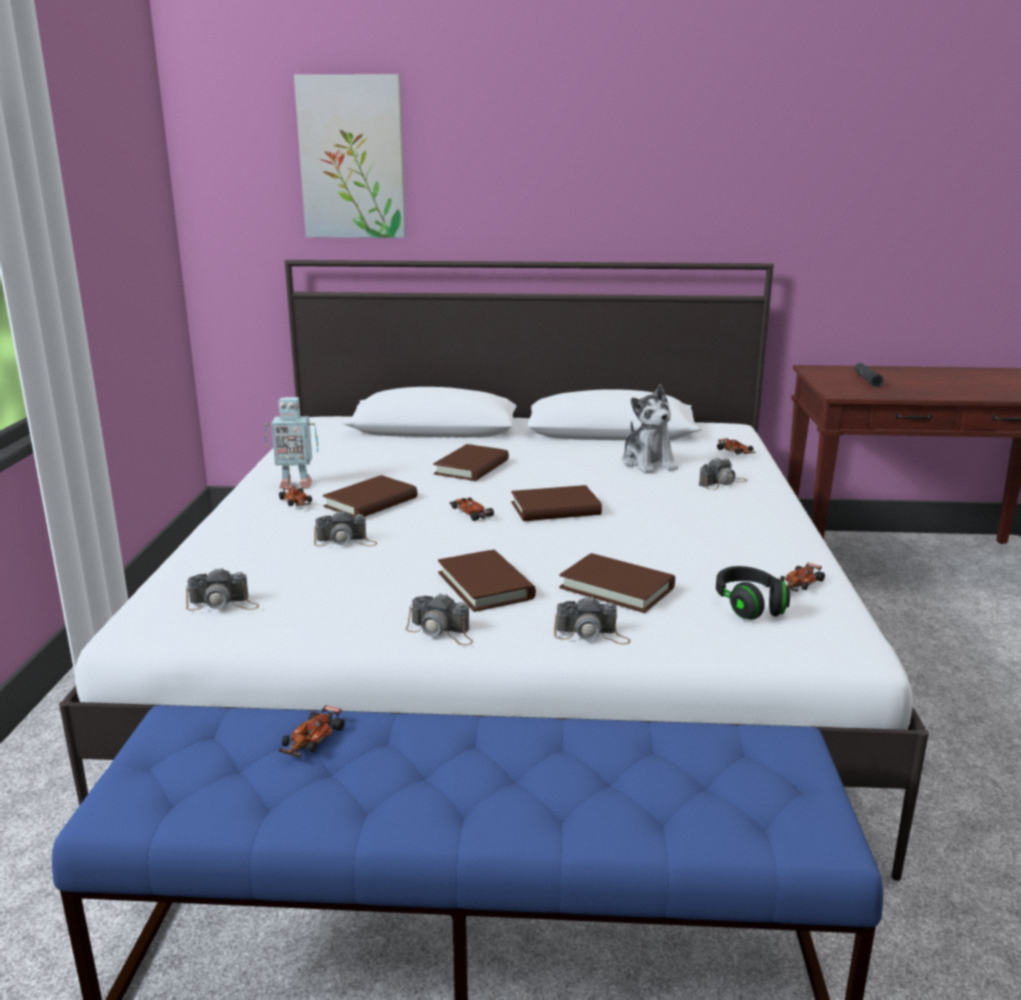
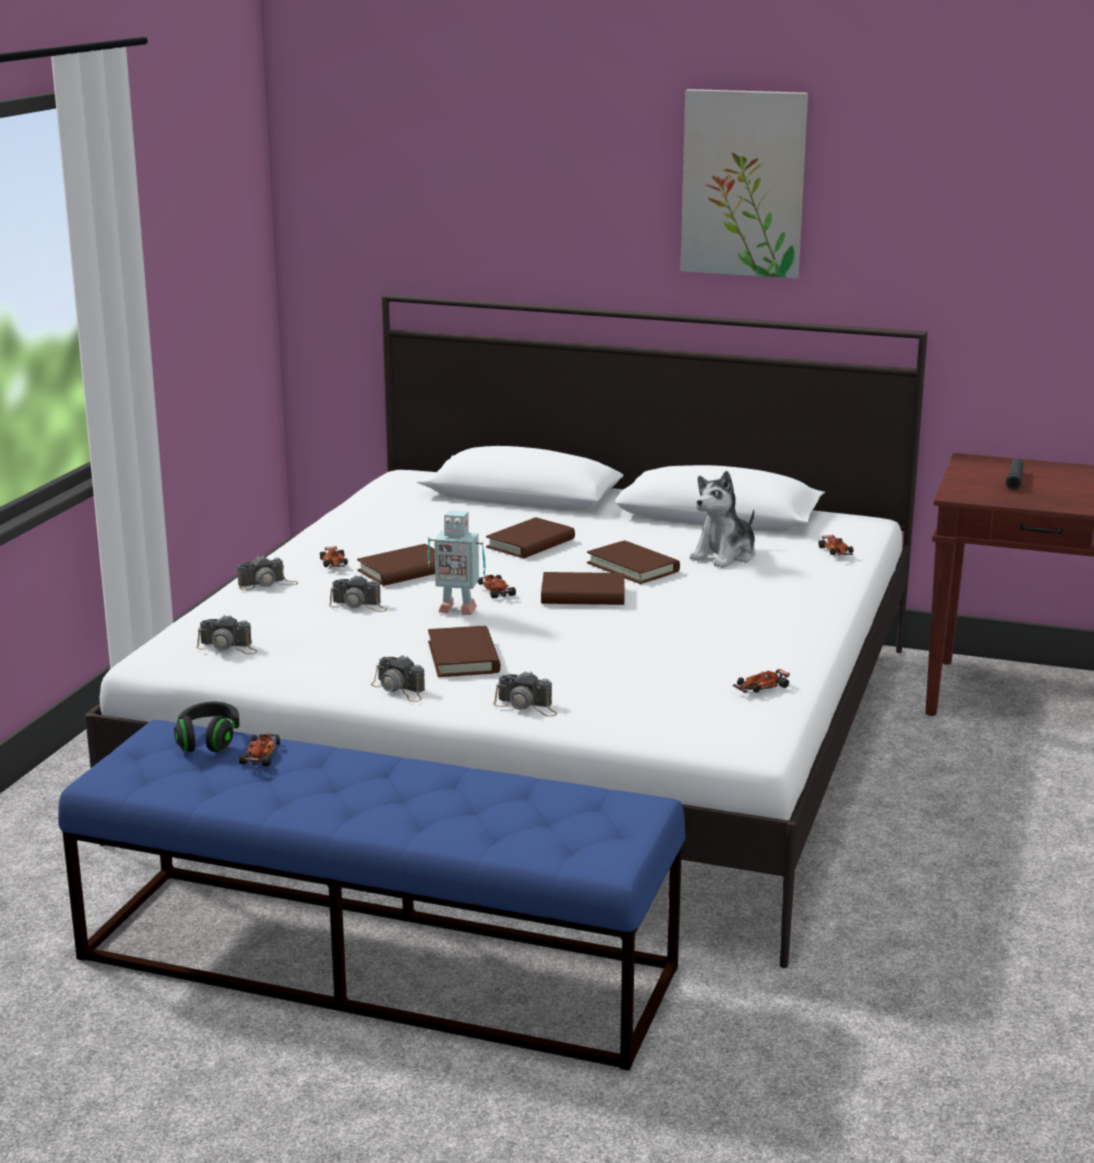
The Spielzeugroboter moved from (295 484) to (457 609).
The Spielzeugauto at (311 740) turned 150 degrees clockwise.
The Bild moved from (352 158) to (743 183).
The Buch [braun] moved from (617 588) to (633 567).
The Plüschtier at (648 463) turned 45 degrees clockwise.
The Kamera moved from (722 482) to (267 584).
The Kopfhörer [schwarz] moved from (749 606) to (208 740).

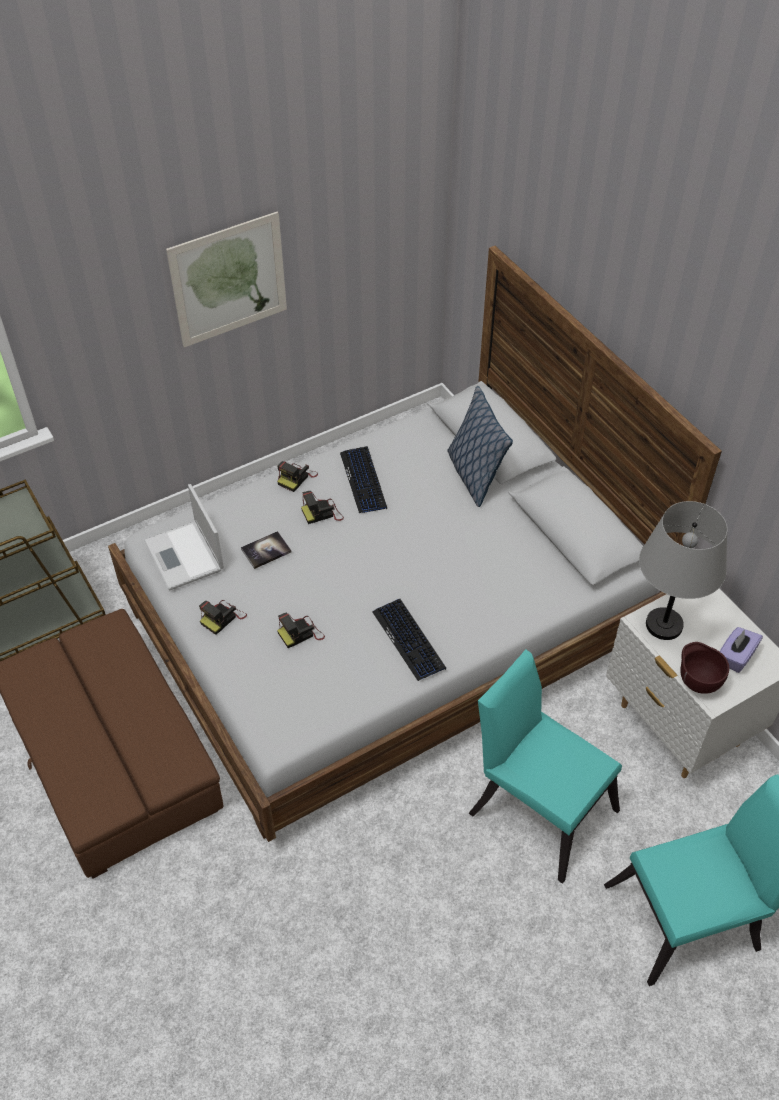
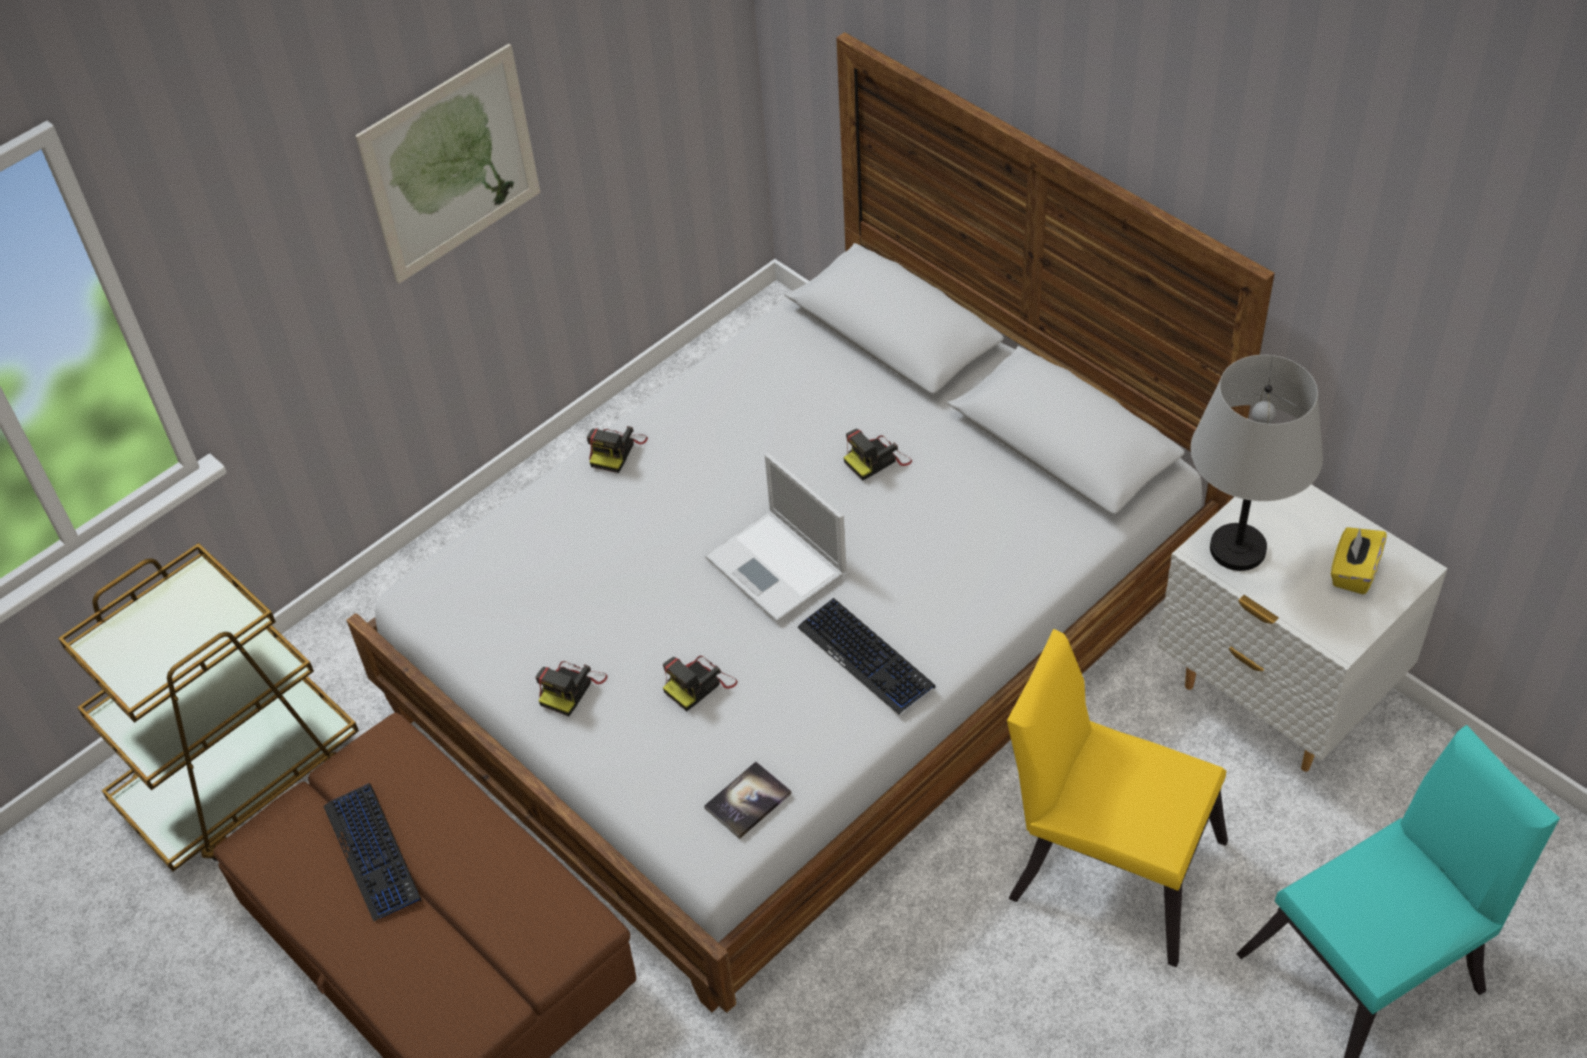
The Laptop moved from (185 556) to (778 567).
The Buch moved from (266 551) to (748 801).
The Kamera moved from (322 513) to (877 459).
The Tastatur moved from (363 480) to (373 853).
The Kissen at (474 475) disappeared.
The Stuhl [türkis] at (537 804) became the Stuhl [gelb] at (1105 861).
The Schüssel [braun] at (697 681) disappeared.
The Taschentuchbox [lila] at (735 657) became the Taschentuchbox [gelb] at (1353 572).

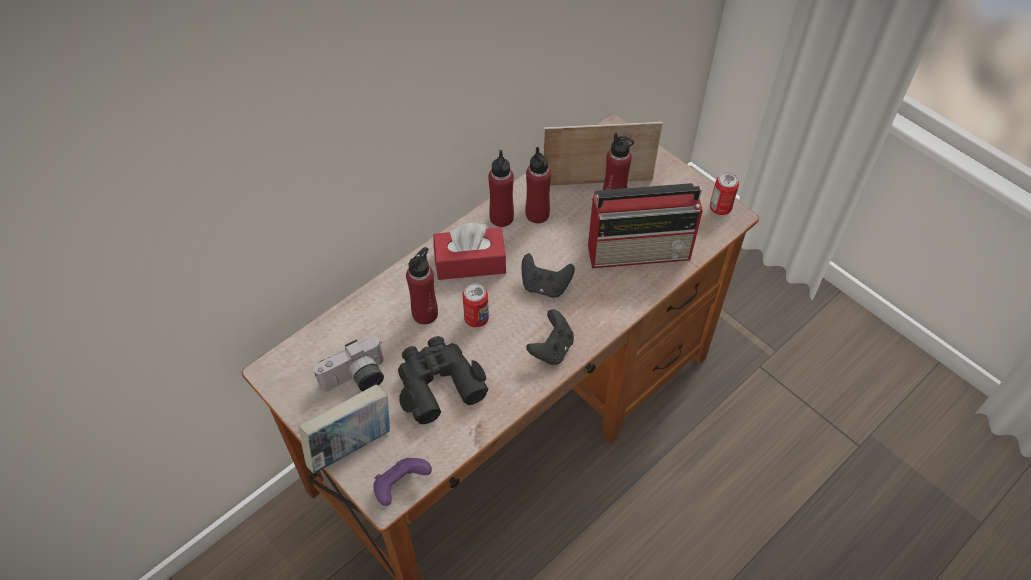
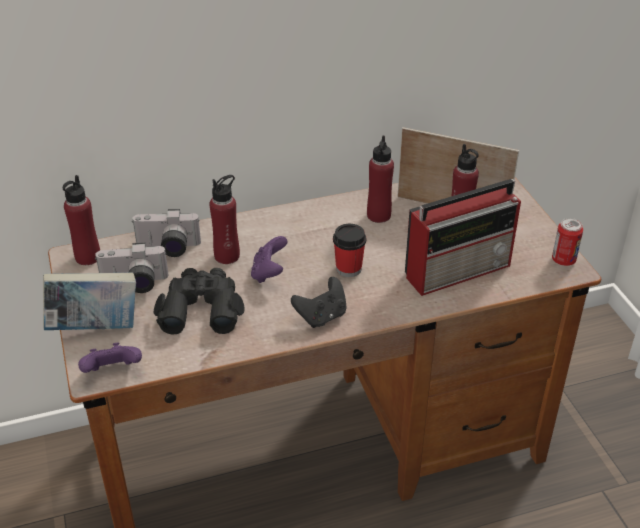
The Taschentuchbox [rot] at (470 262) disappeared.
The Dose at (476 319) was replaced by the Gamepad [lila] at (269 273).
The Flasche [rot] moved from (501 218) to (88 257).
The Gamepad [schwarz] at (545 286) was replaced by the Tasse at (348 269).
The Radio at (641 251) turned 45 degrees counterclockwise.
The Kamera at (168 248) appeared.

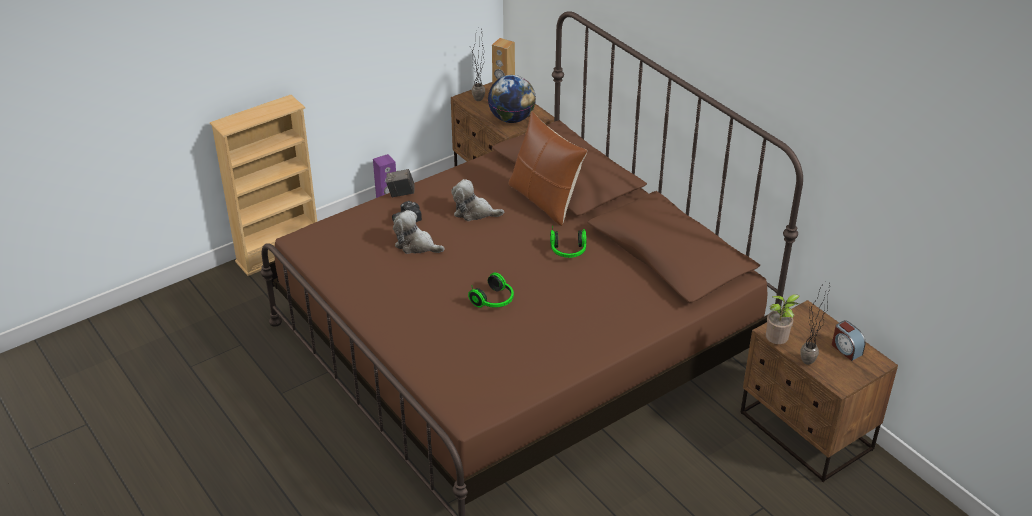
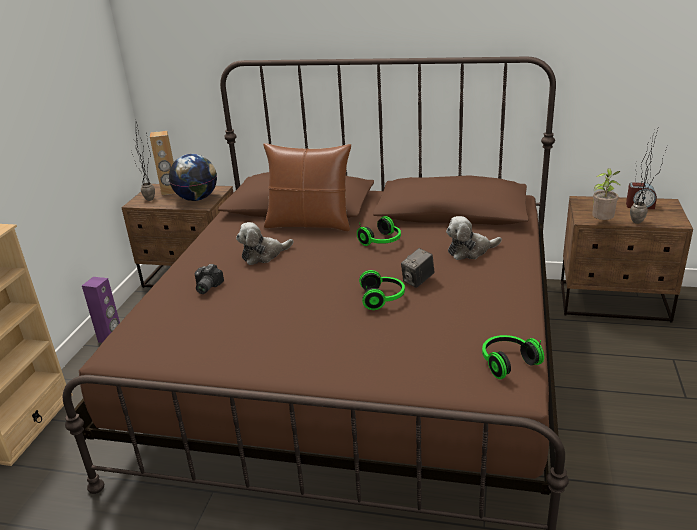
The Kamera moved from (401 193) to (418 281).
The Plüschtier moved from (416 245) to (470 251).
The Kopfhörer at (507 362) appeared.

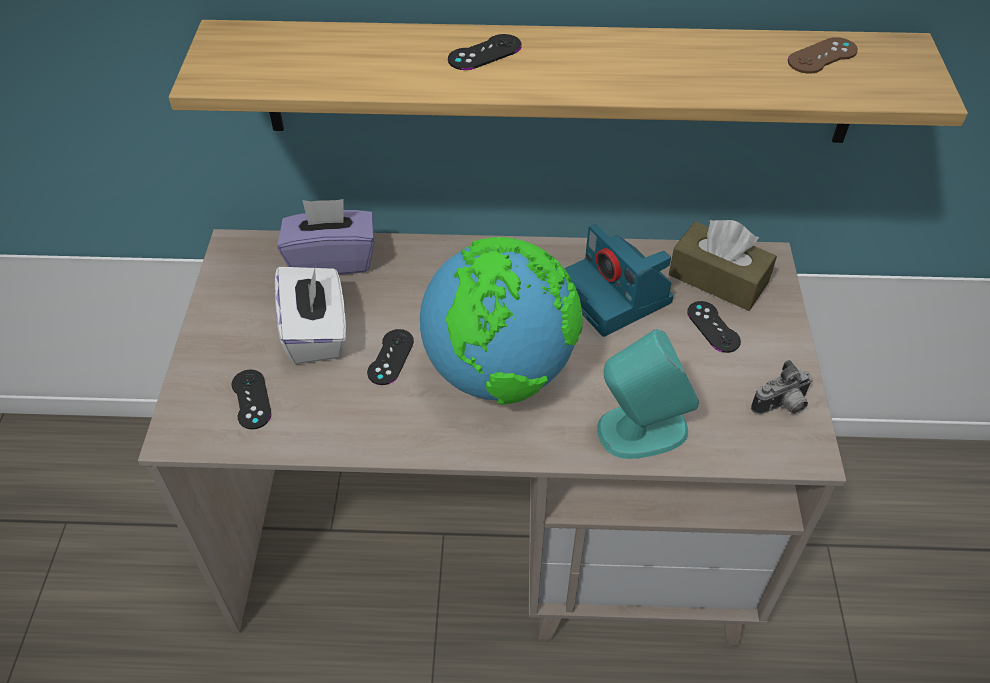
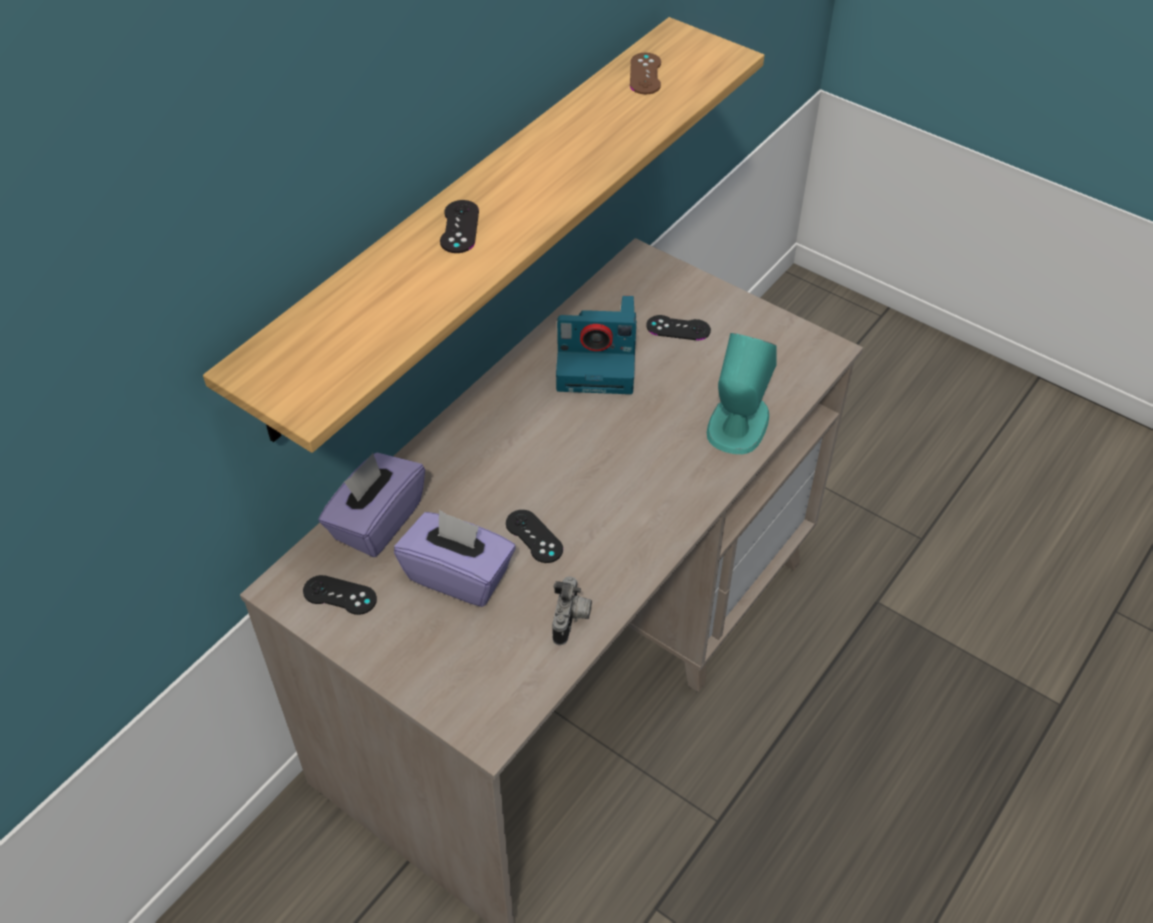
The Gamepad [schwarz] moved from (251 399) to (340 595).
The Taschentuchbox [weiß] at (316 333) became the Taschentuchbox [lila] at (459 575).
The Globus at (500 372) disappeared.
The Taschentuchbox [braun] at (718 279) disappeared.
The Kamera moved from (781 406) to (572 620).

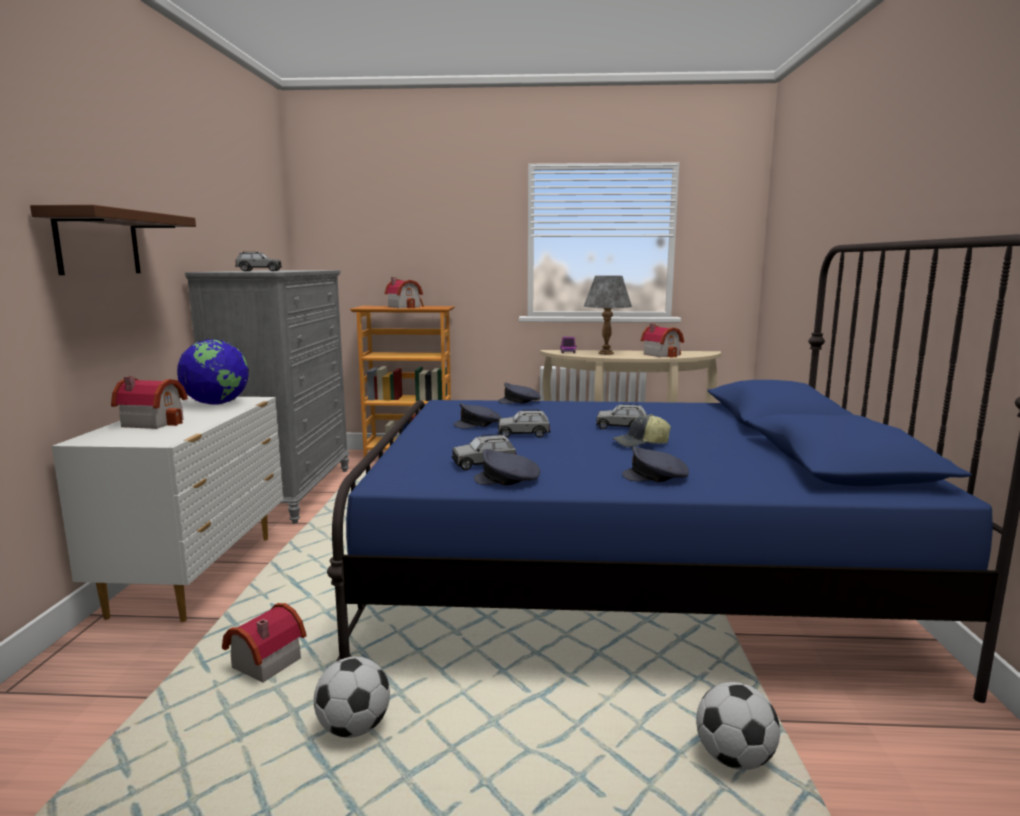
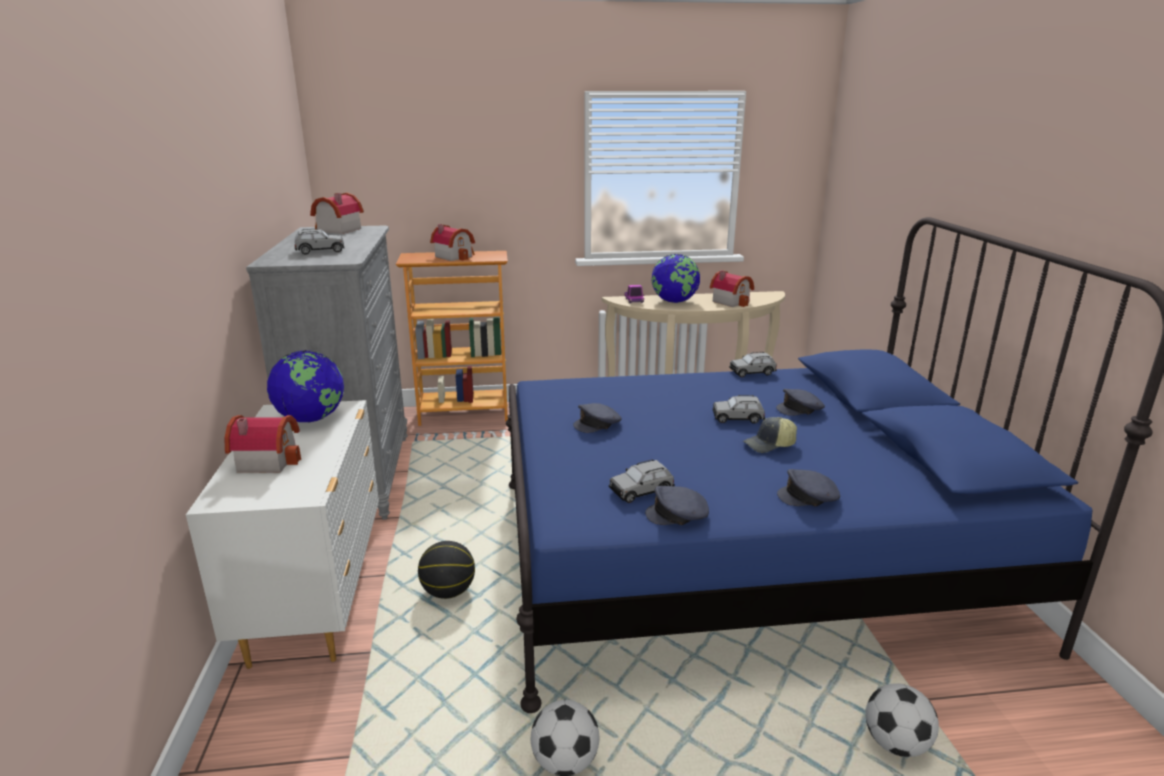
The Wandregal [braun] at (98 243) disappeared.
The Spielzeughaus moved from (262 664) to (336 230).
The Spielzeugauto [grau] moved from (523 434) to (752 372).
The Kappe [grau] moved from (520 401) to (800 409).
The Tischlampe [grau] at (606 353) was replaced by the Globus at (674 302).
The Basketball at (448 592) appeared.

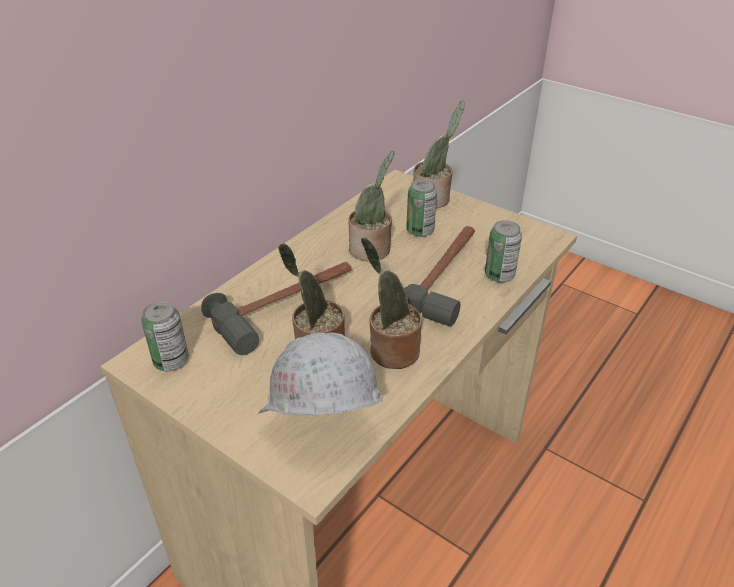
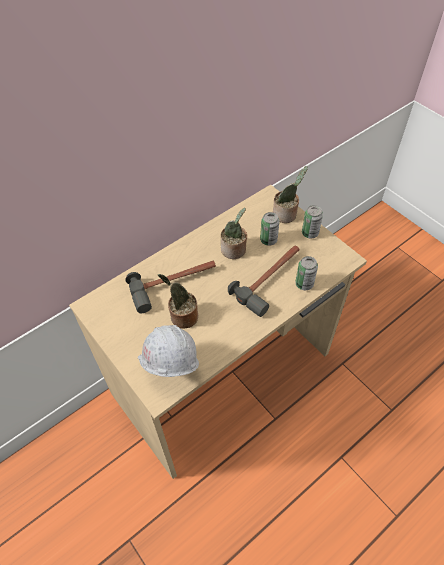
The Dose moved from (171 361) to (310 233).
The Topfpflanze at (390 351) disappeared.

